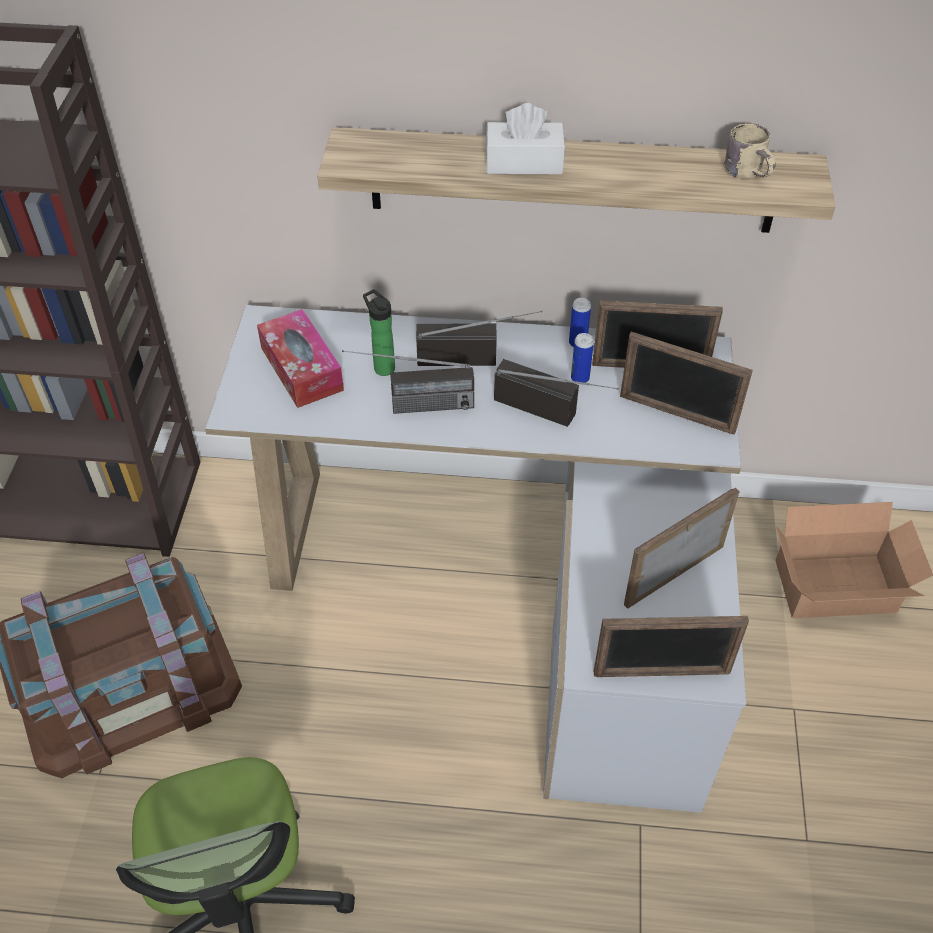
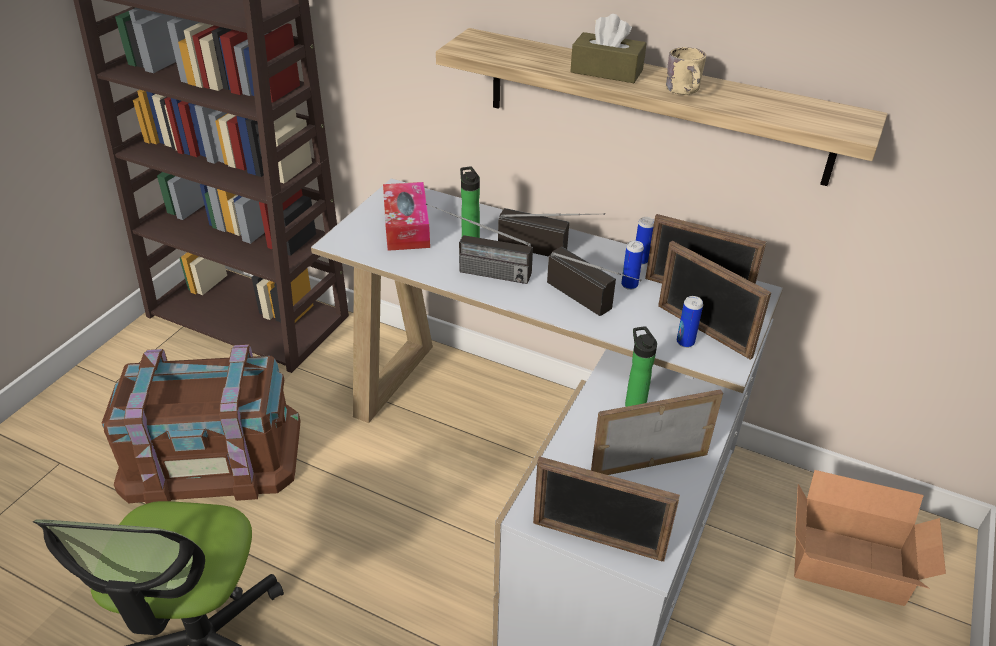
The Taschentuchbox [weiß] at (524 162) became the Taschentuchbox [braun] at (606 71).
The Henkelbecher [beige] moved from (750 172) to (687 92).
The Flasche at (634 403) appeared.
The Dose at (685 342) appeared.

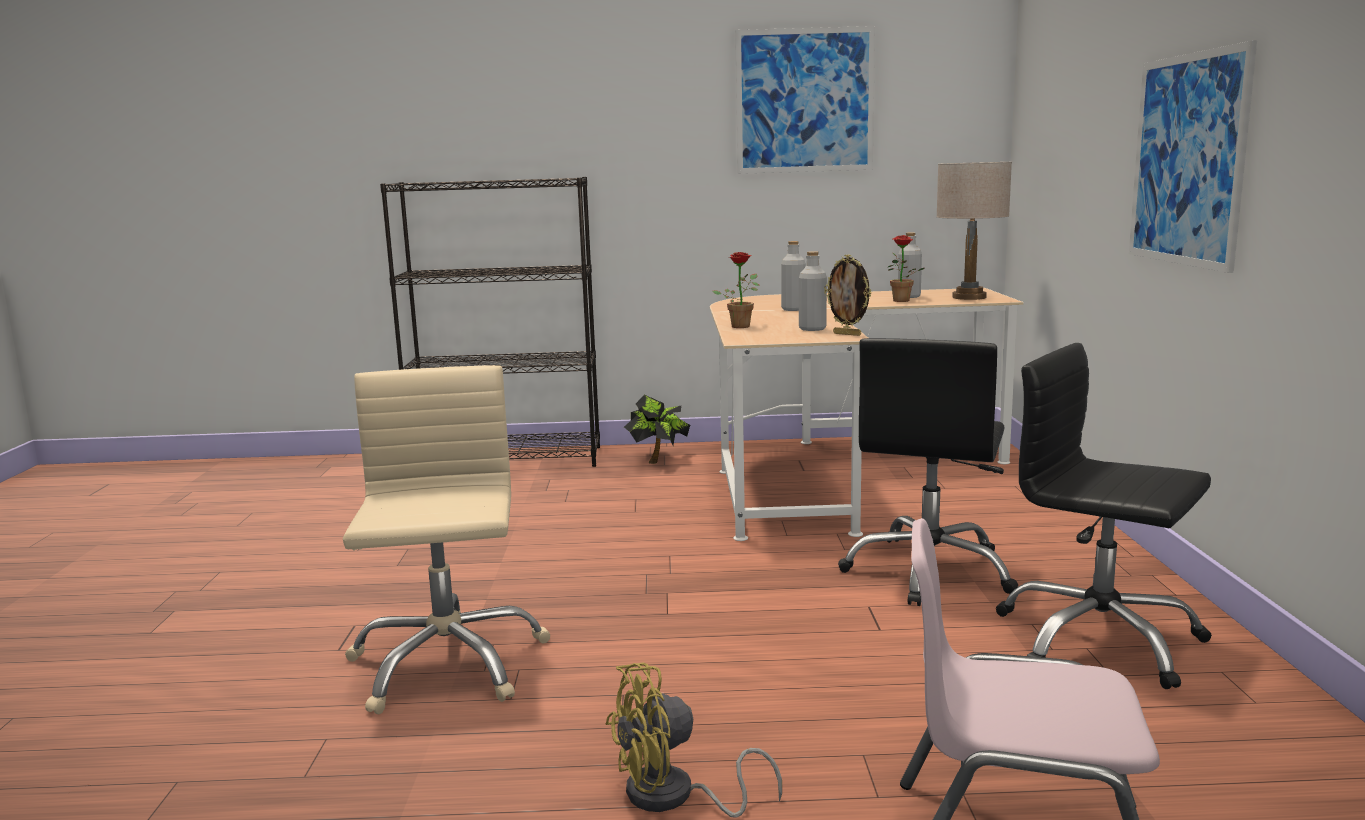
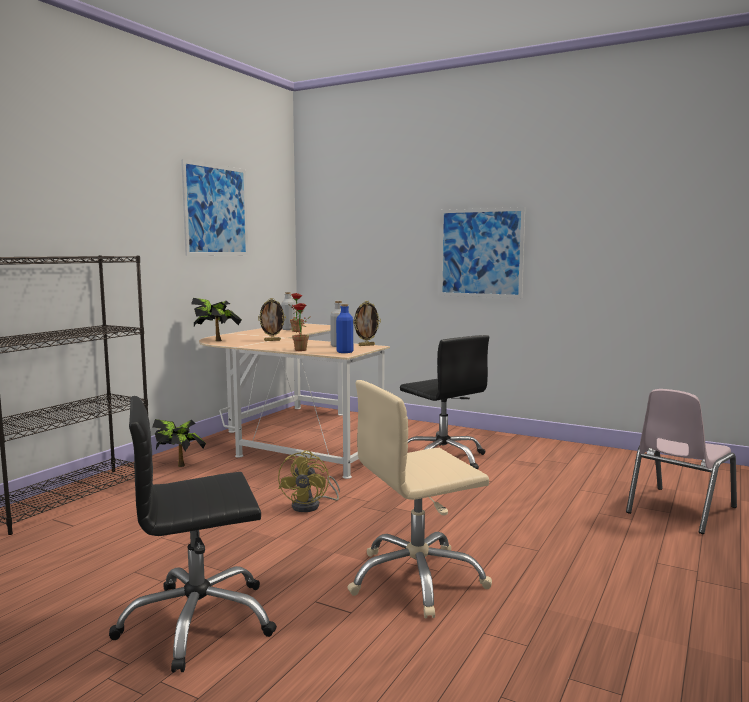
The Bürostuhl [beige] at (446 663) turned 45 degrees counterclockwise.
The Ventilator [gelb] moved from (673 797) to (311 506).
The Flasche [grau] at (793 309) was replaced by the Bilderrahmen at (272 340).
The Tischlampe [beige] at (969 297) disappeared.
The Bürostuhl [schwarz] moved from (1098 640) to (198 622).
The Topfpflanze at (216 340) appeared.
The Flasche [blau] at (345 352) appeared.

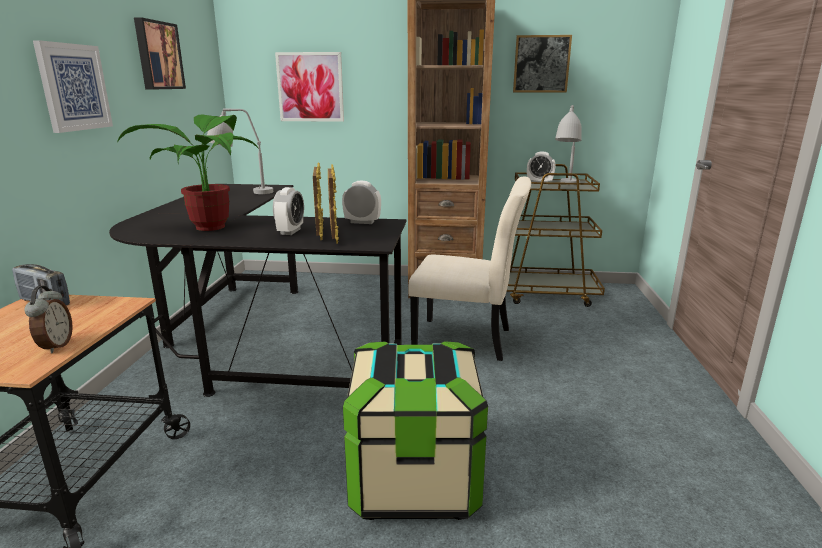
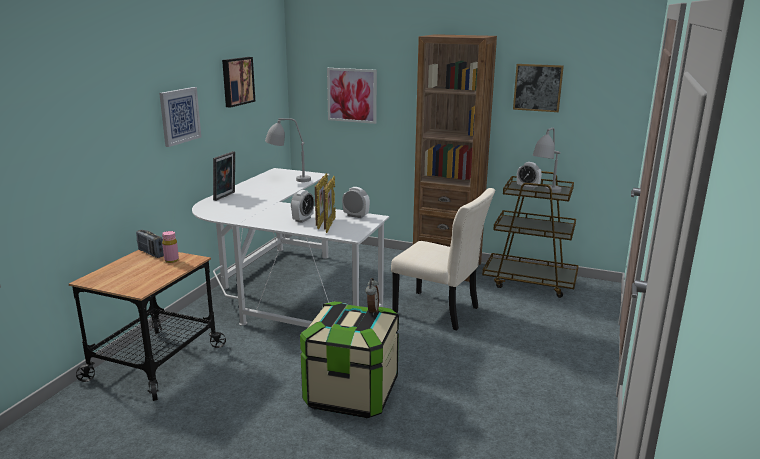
The Wecker moved from (55 346) to (372 311).
The Schreibtisch [schwarz] at (259 345) became the Schreibtisch [weiß] at (285 295).
The Topfpflanze at (212 225) disappeared.
The Flasche [rosa] at (171 260) appeared.
The Bilderrahmen at (226 196) appeared.

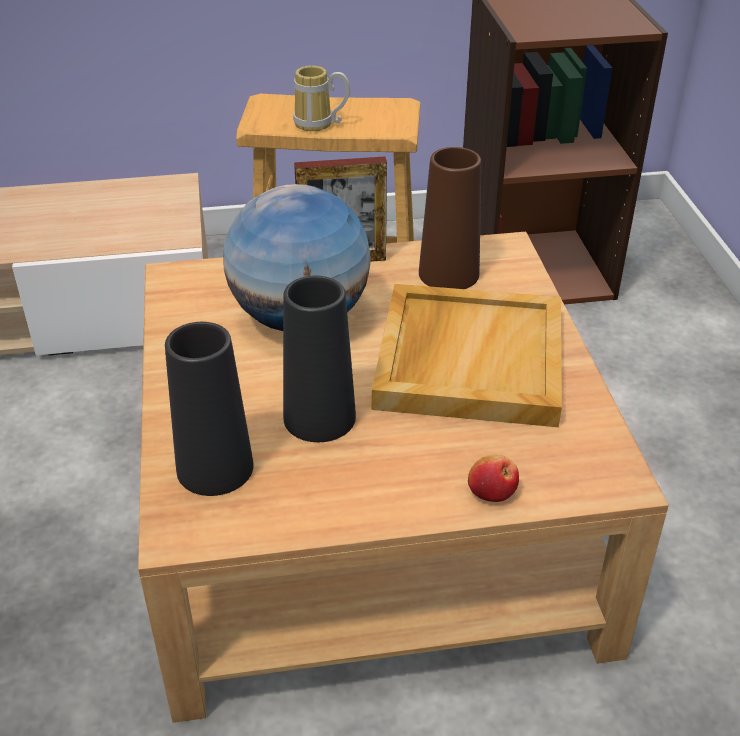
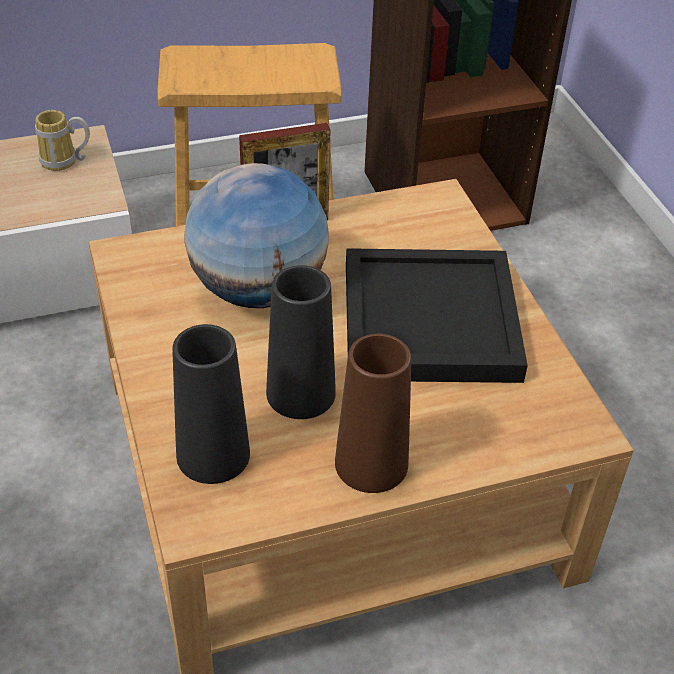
The Henkelbecher moved from (318 125) to (64 162).
The Tablett [beige] at (468 359) became the Tablett [schwarz] at (428 319).
The Vase [braun] moved from (448 274) to (371 463).
The Apfel at (491 491) disappeared.

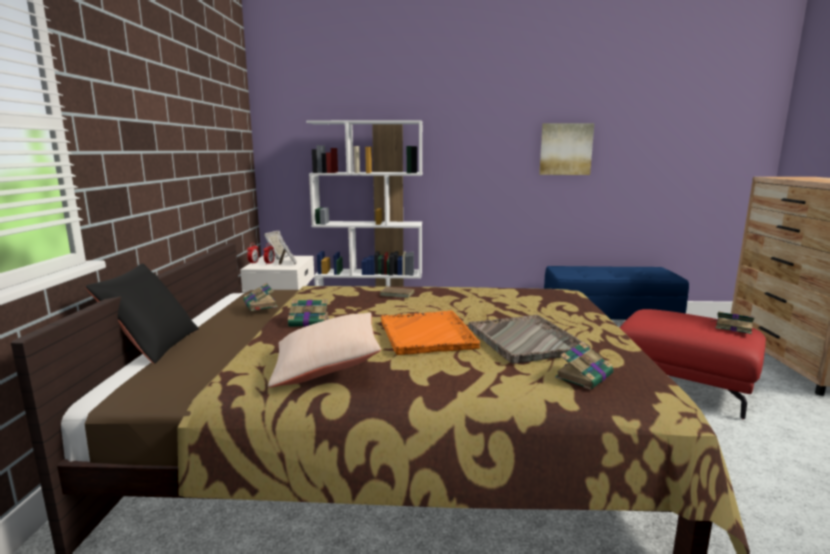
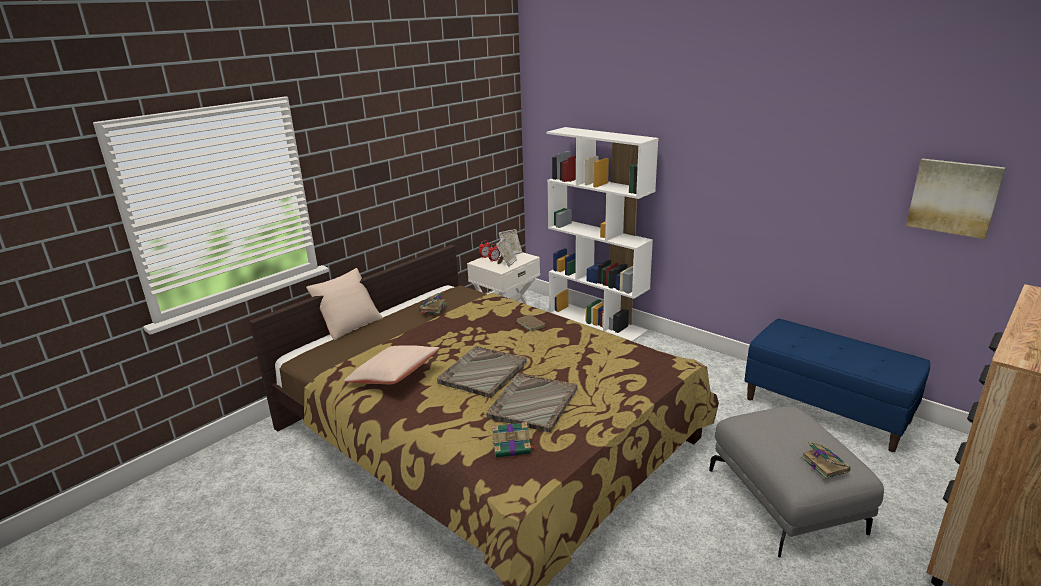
The Kissen [schwarz] at (152 345) became the Kissen [beige] at (349 324).
The Buch at (310 322) disappeared.
The Tablett [orange] at (427 334) became the Tablett [grau] at (482 373).
The Bild moved from (565 149) to (953 197).
The Polsterhocker [rot] at (683 384) became the Polsterhocker [grau] at (786 501).

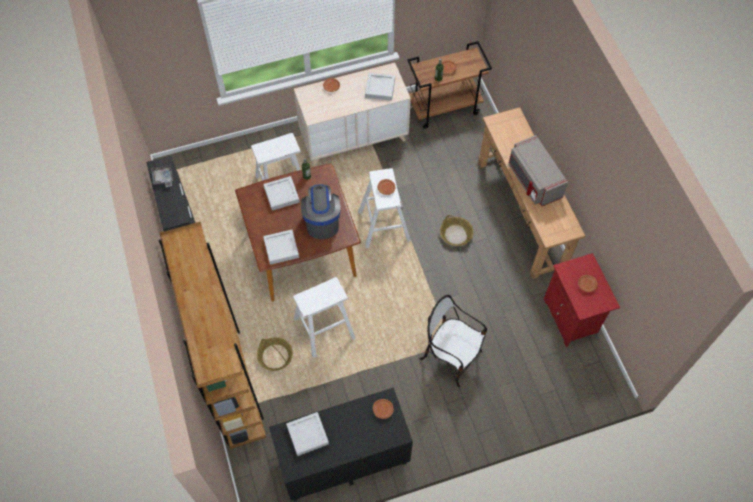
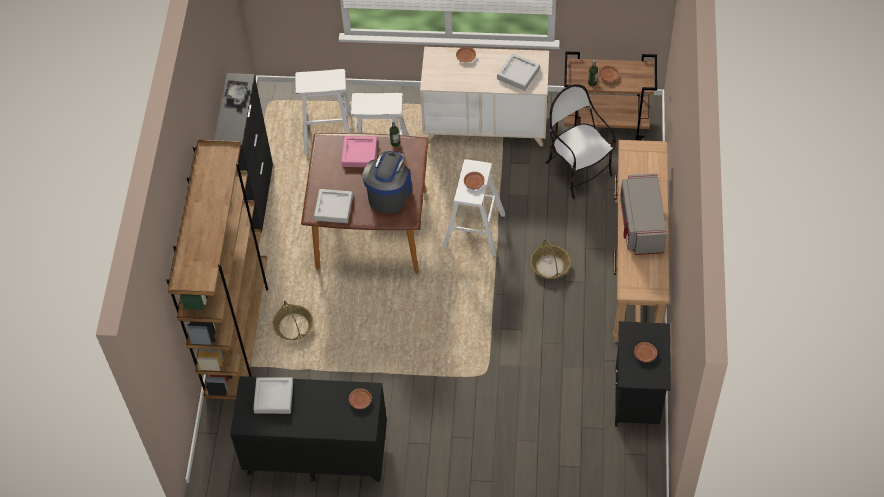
The Tablett [grau] at (281 195) became the Tablett [rosa] at (359 154).
The Hocker [weiß] moved from (324 328) to (327 131).
The Stuhl moved from (451 357) to (578 171).
The Nachttisch [rot] at (572 317) became the Nachttisch [schwarz] at (638 398).

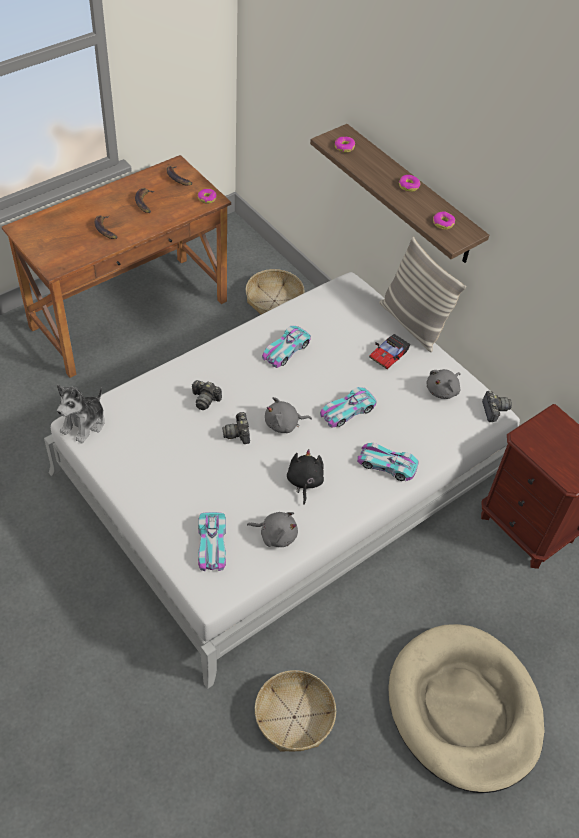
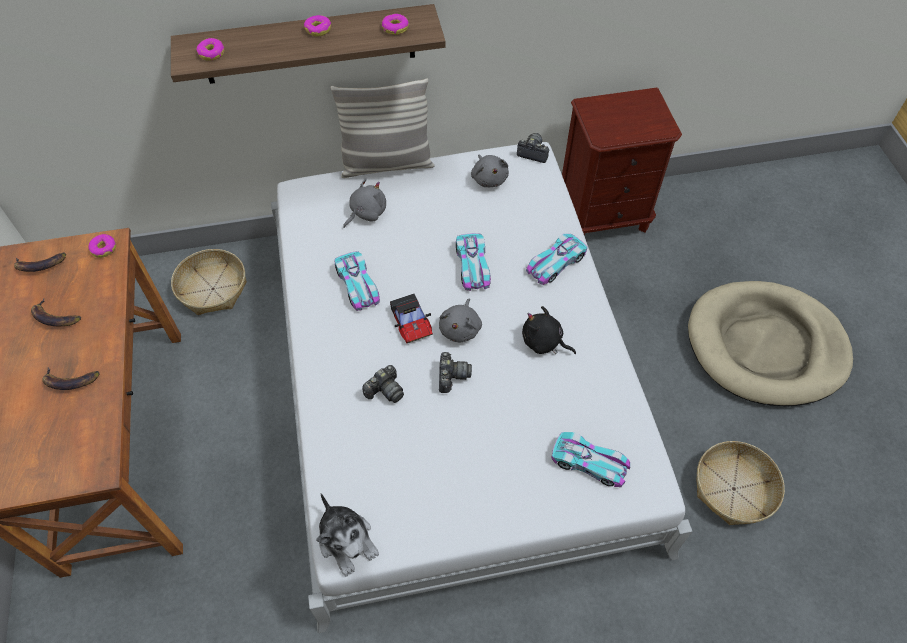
The Kamera at (238 433) turned 105 degrees counterclockwise.
The Plüschtier [grau] moved from (276 535) to (366 213).
The Spielzeugauto moved from (389 355) to (411 322).

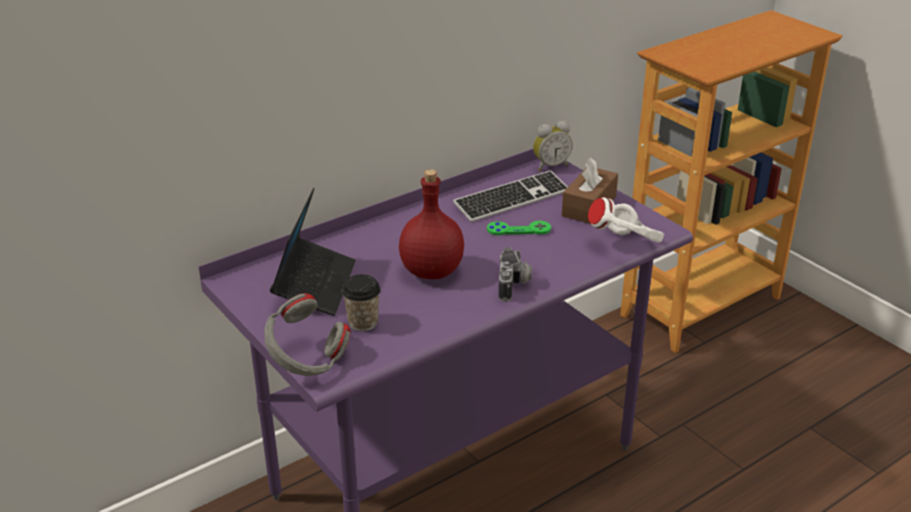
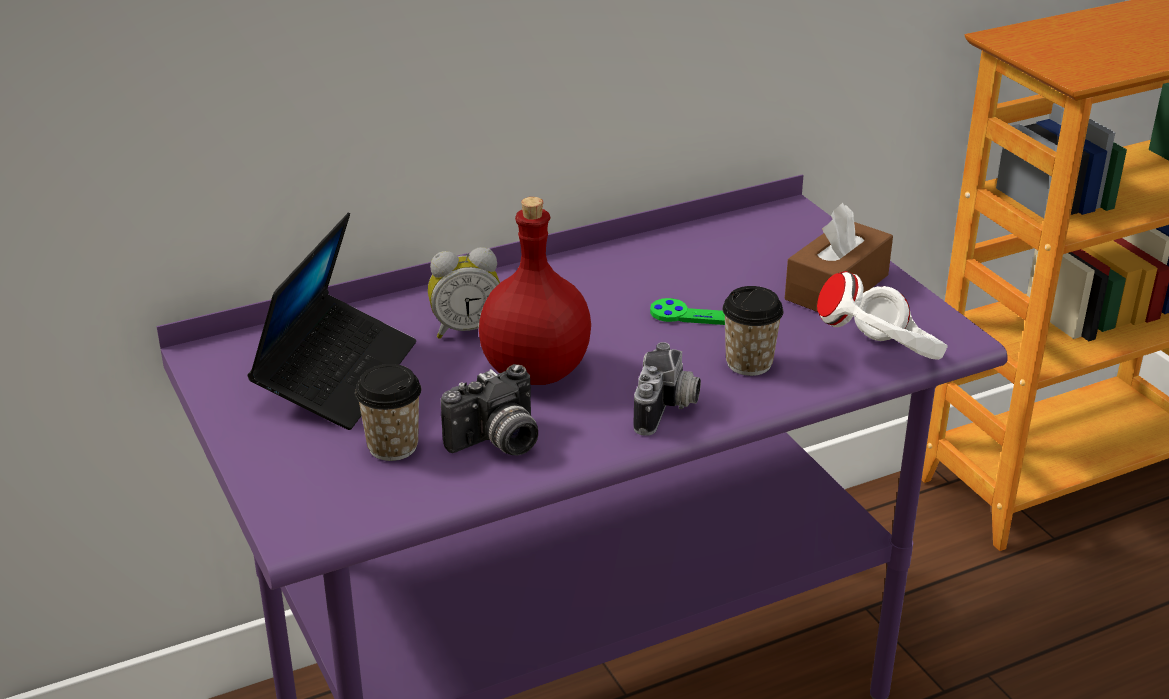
The Kopfhörer [grau] at (307 362) disappeared.
The Tastatur at (512 199) disappeared.
The Wecker moved from (550 165) to (466 329).
The Kamera at (497 443) appeared.
The Tasse at (749 363) appeared.

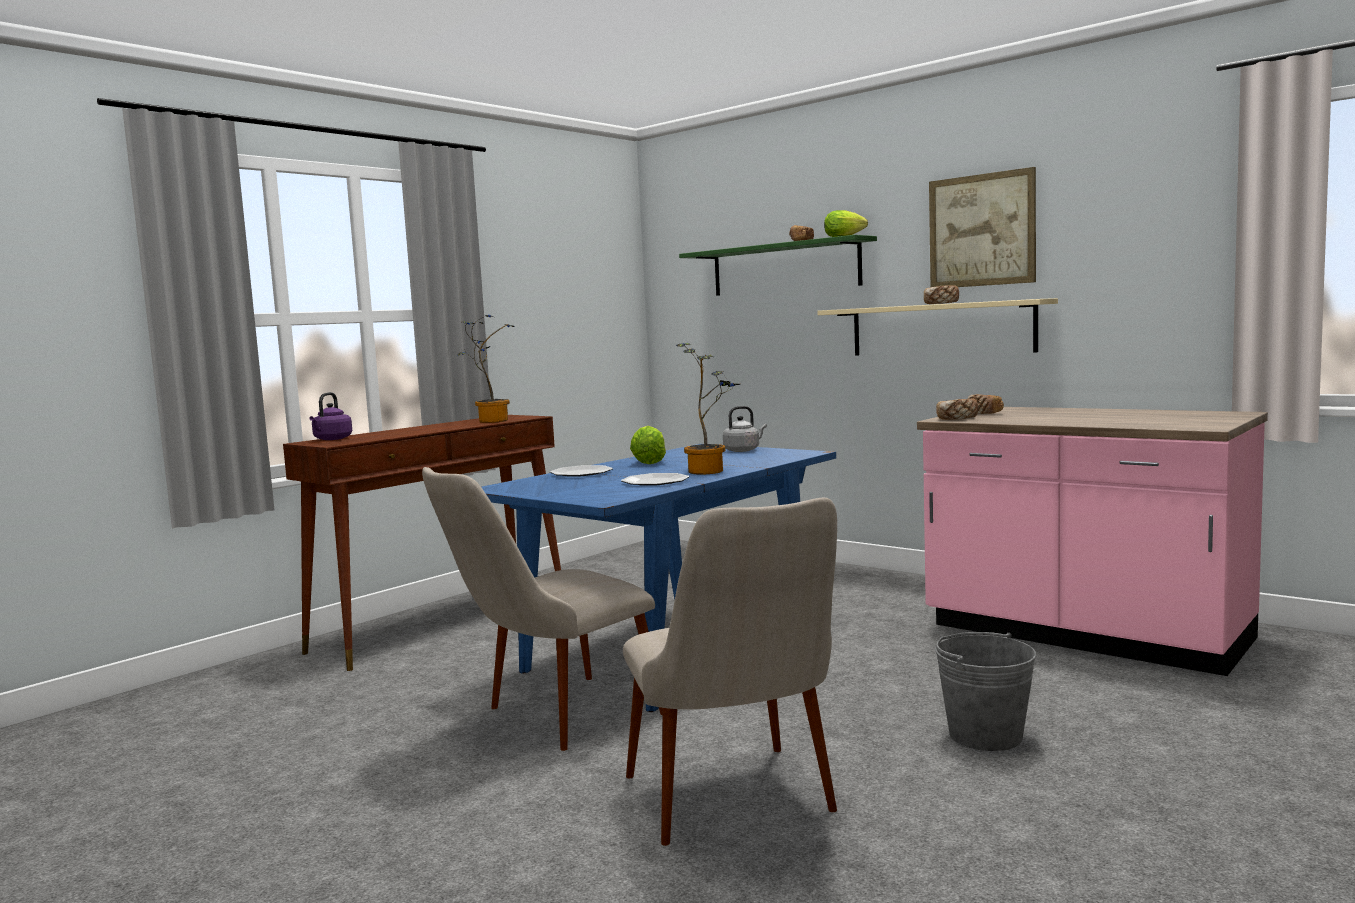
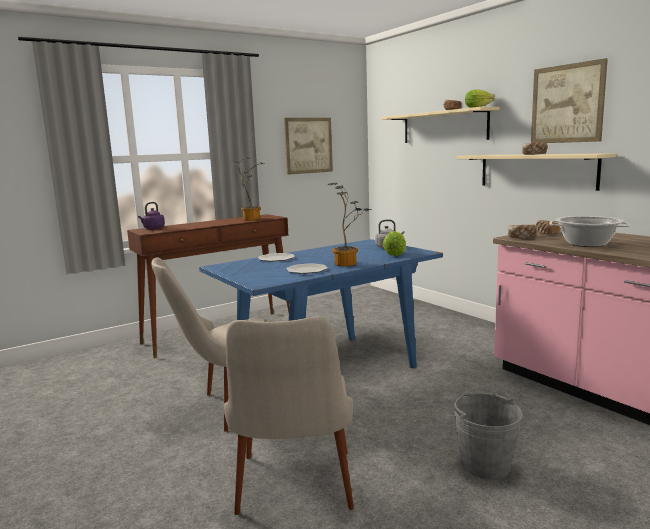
The Salatkopf moved from (649 462) to (395 254).
The Wandregal [grün] at (784 268) became the Wandregal [beige] at (444 127).
The Bild at (308 145) appeared.
The Kochtopf at (586 244) appeared.

